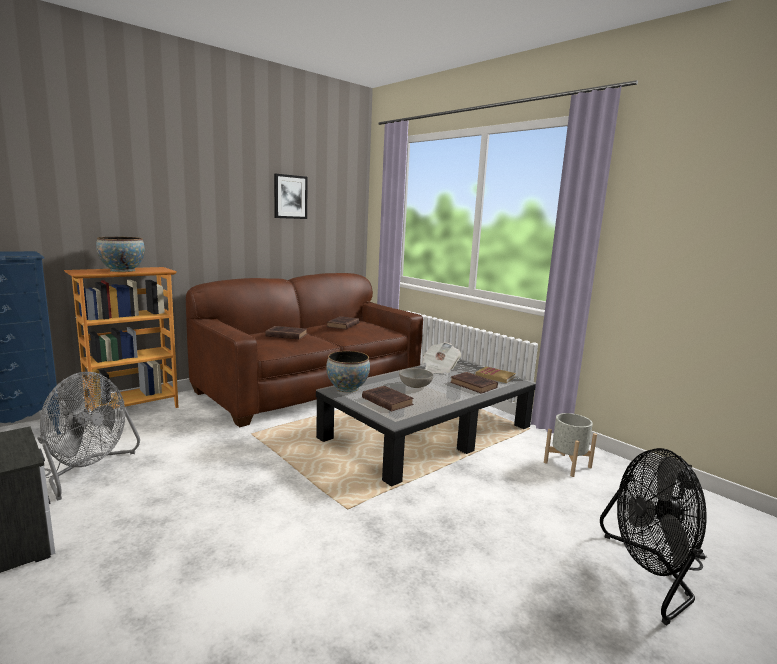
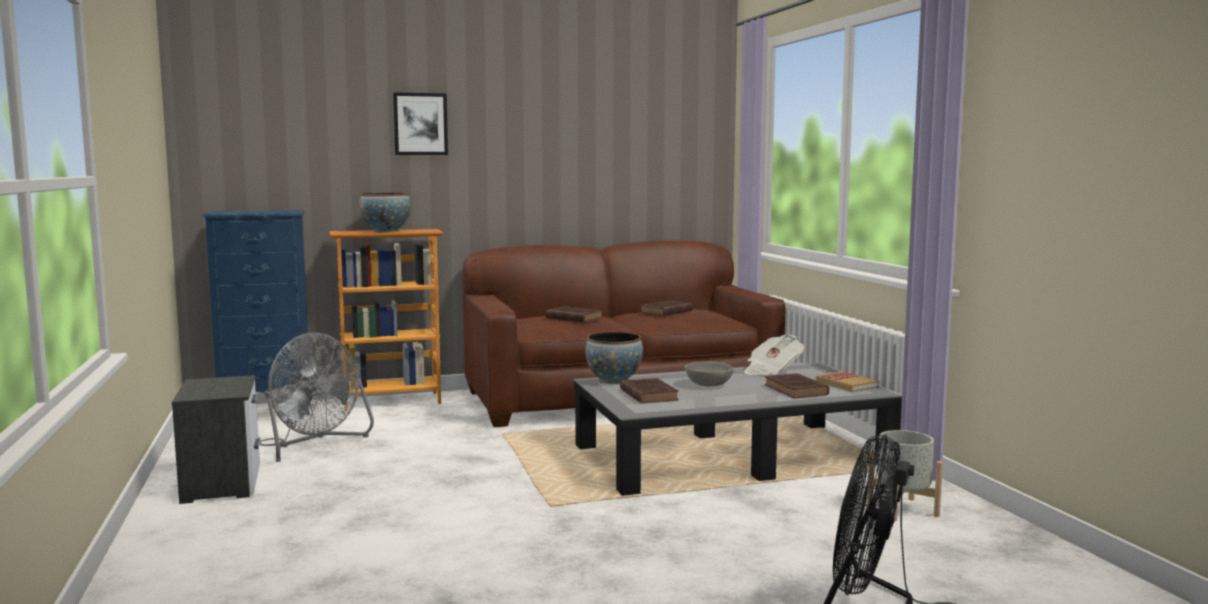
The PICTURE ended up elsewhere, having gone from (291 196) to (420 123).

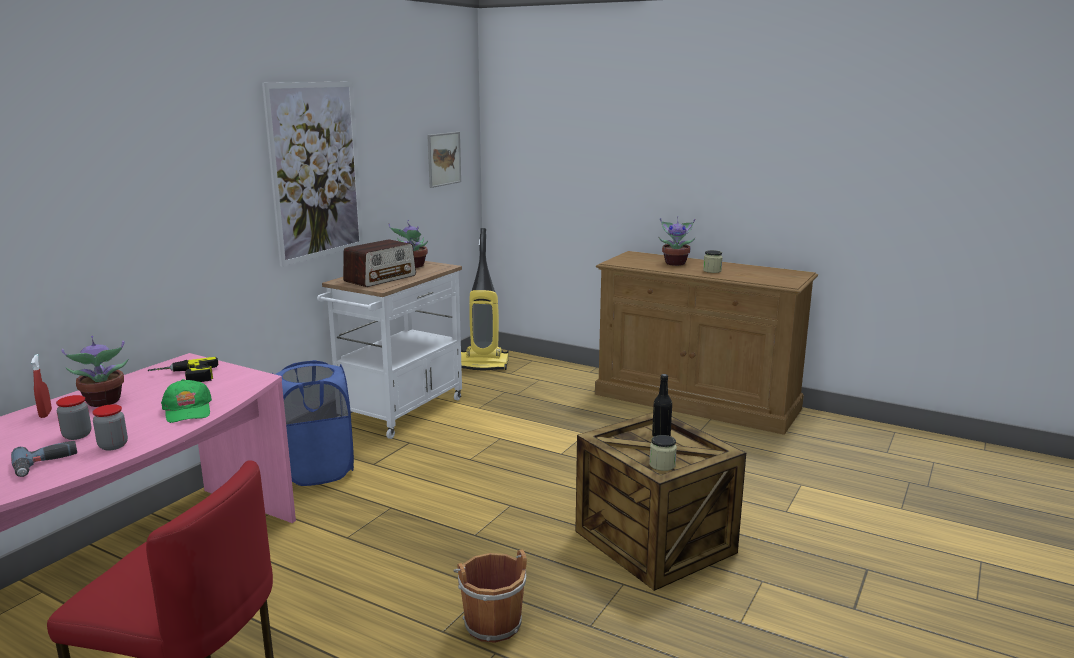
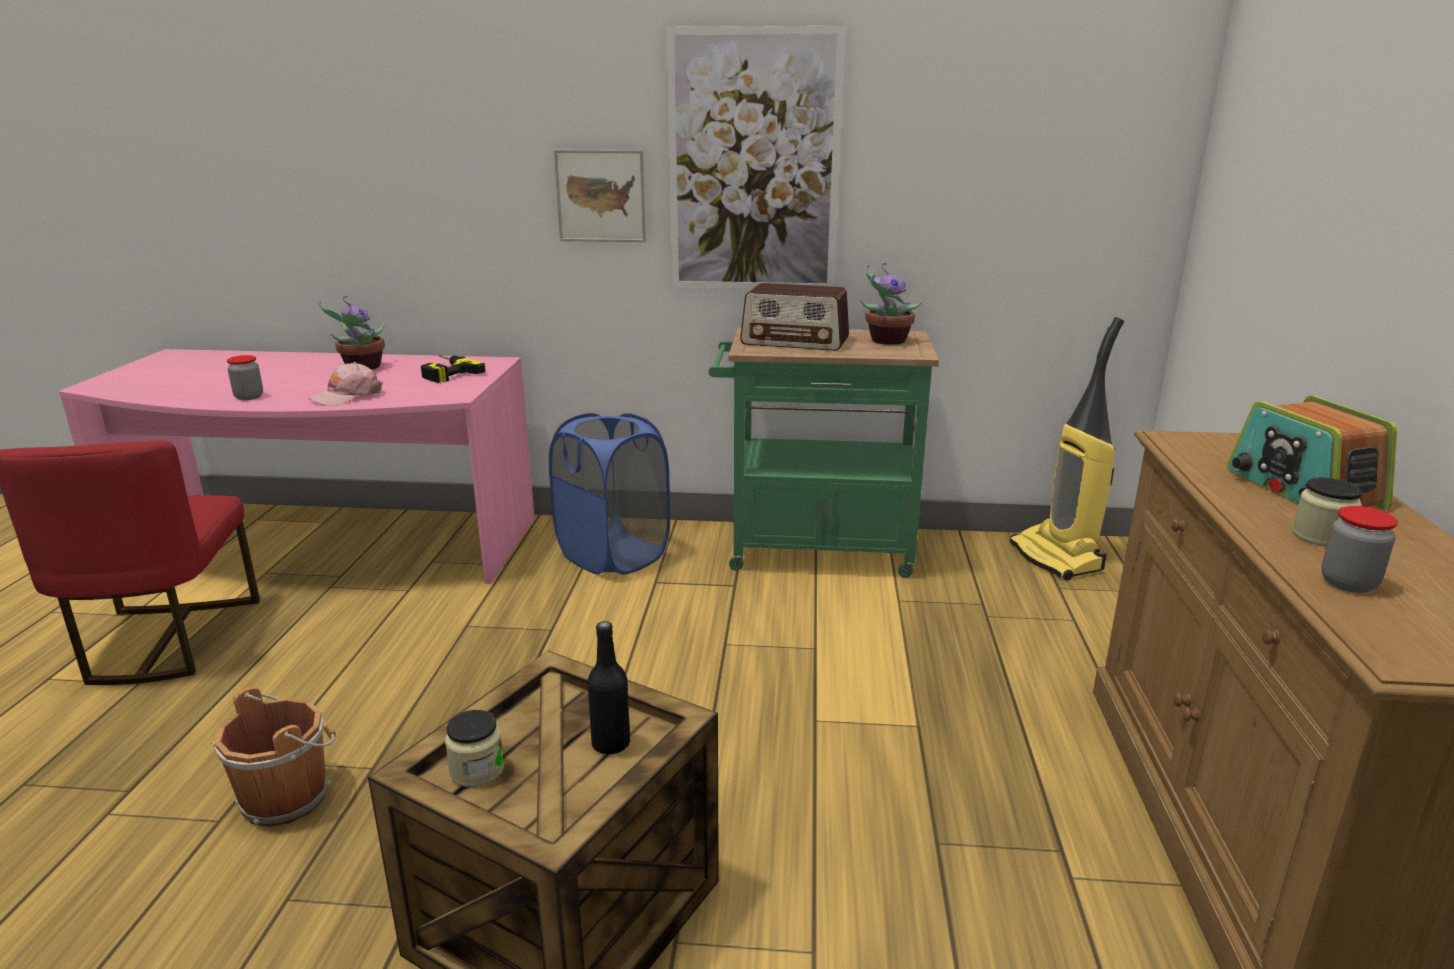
What was the GREEN CAP at (186 401) turned into the PINK CAP at (345 384).
The PICTURE ended up elsewhere, having gone from (444 160) to (600 196).
What was the WHITE CART at (389 350) turned into the GREEN CART at (824 452).
Where the POTTED PLANT stood at (676 241), the RADIO came to stand at (1312 453).
The JAR ended up elsewhere, having gone from (73 417) to (1360 549).
The second view lost the POWER DRILL at (44 459).
The second view lost the RED SPRAY BOTTLE at (41 386).

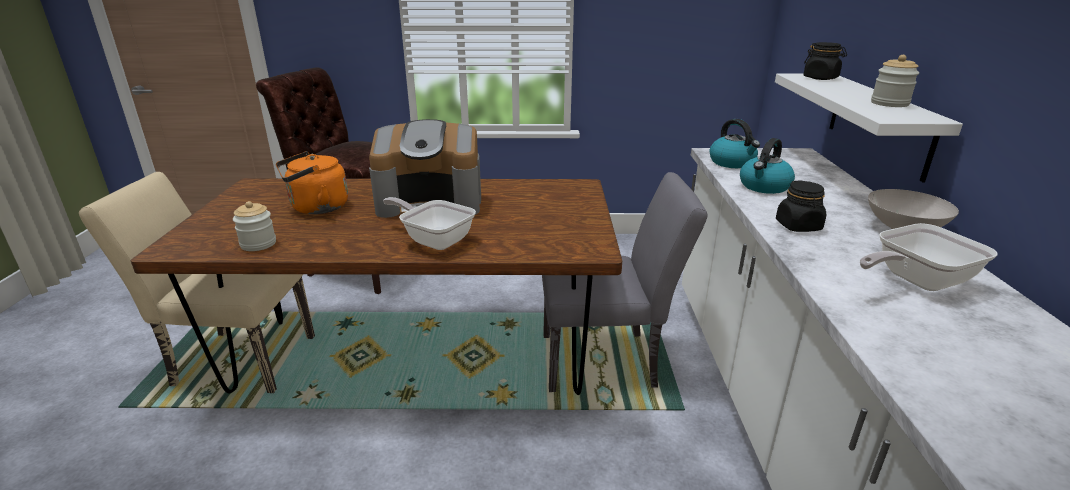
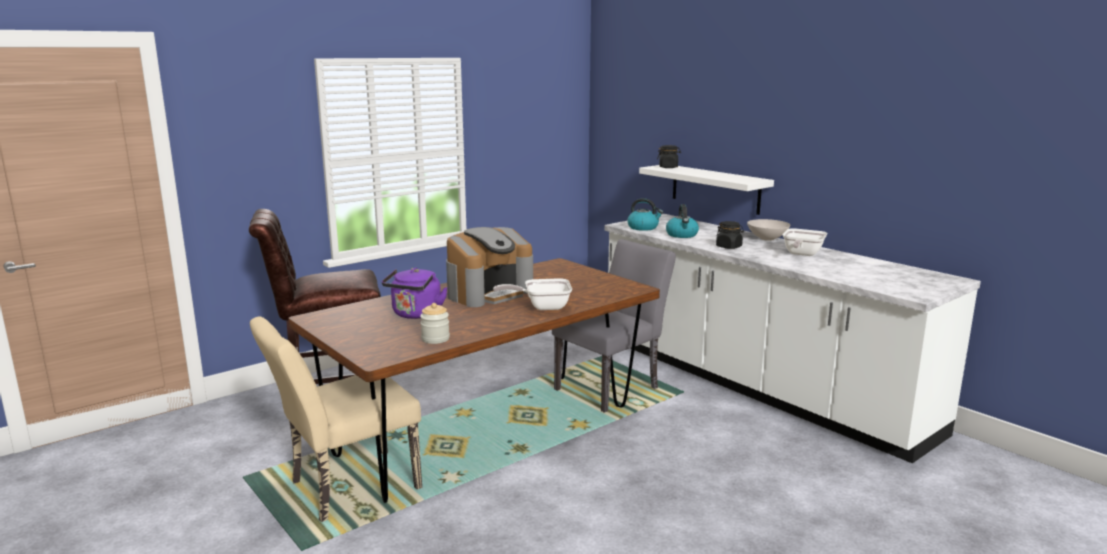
What was the ORANGE KETTLE at (312 182) turned into the PURPLE KETTLE at (415 293).
The second view lost the JAR at (895 81).

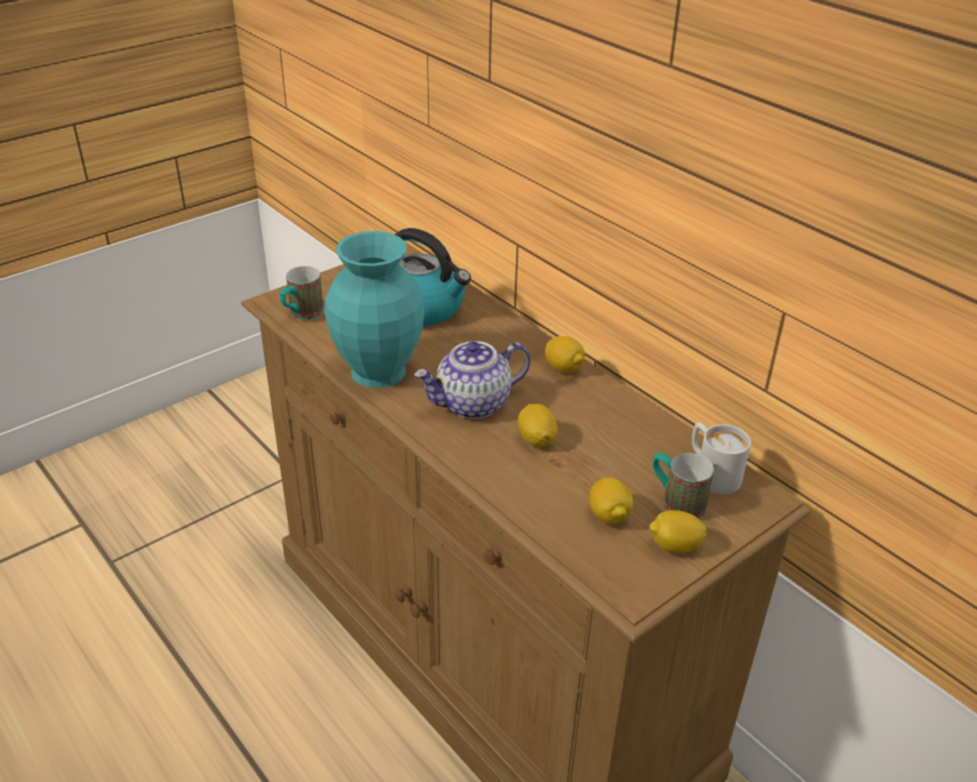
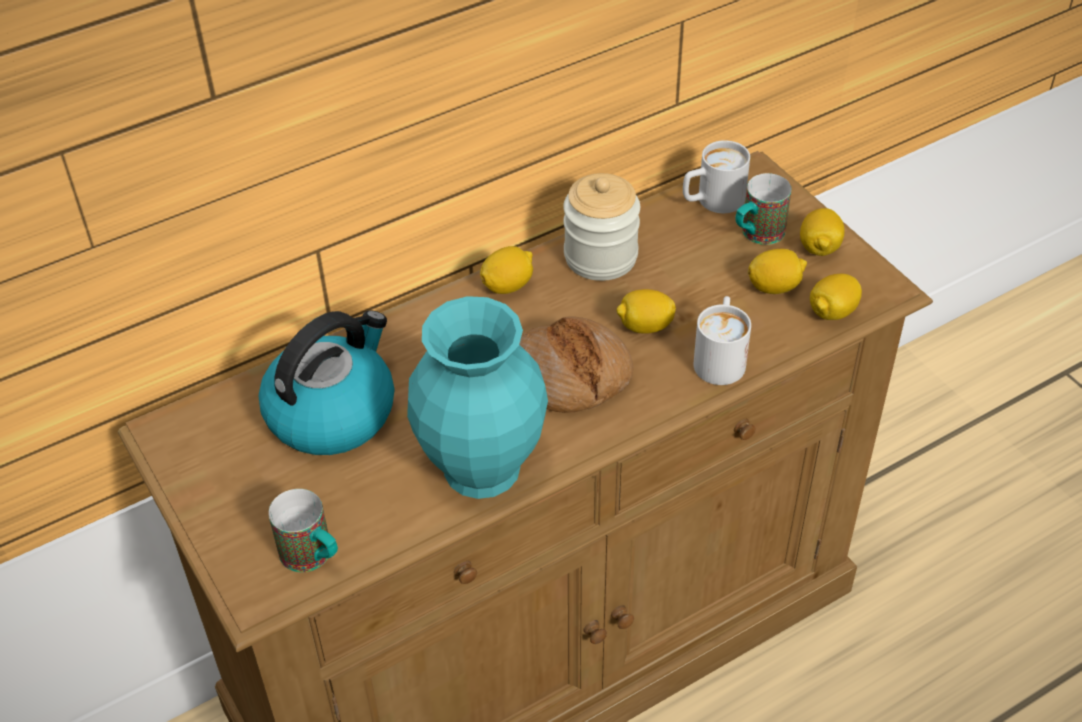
Where the TEAPOT stood at (472 380), the BREAD came to stand at (576 365).
The second view gained the JAR at (601 227).
The second view gained the WHITE MUG at (722 340).
The second view gained the LEMON at (836 297).

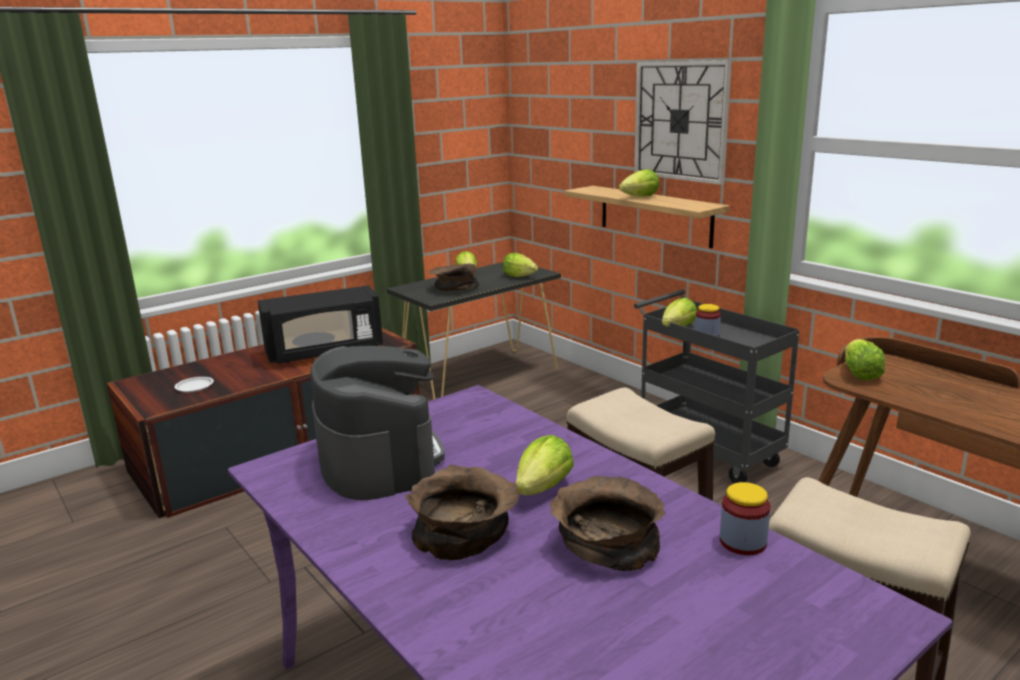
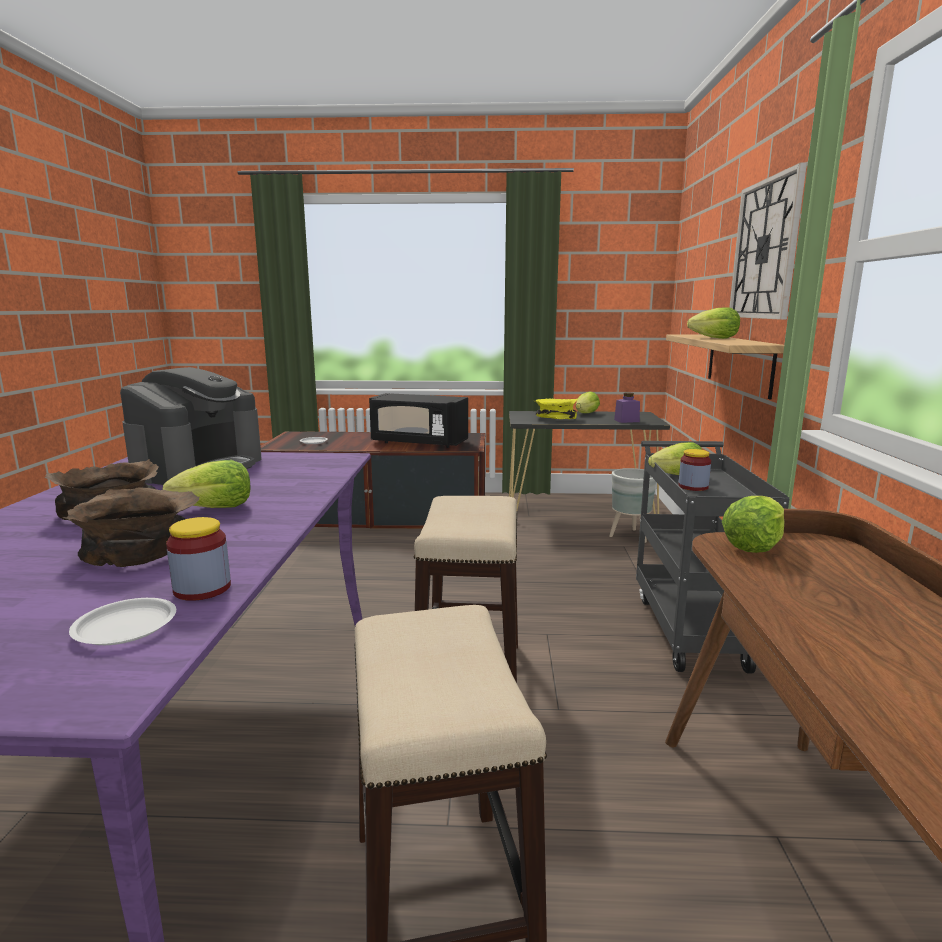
The second view gained the WHITE PLATE at (122 621).
What was the BROWN BOWL at (454 277) turned into the YELLOW BOWL at (556 409).
The second view gained the GREY PLANTER at (632 505).
Where the LETTUCE stood at (520 265), the PURPLE JAR came to stand at (627 407).

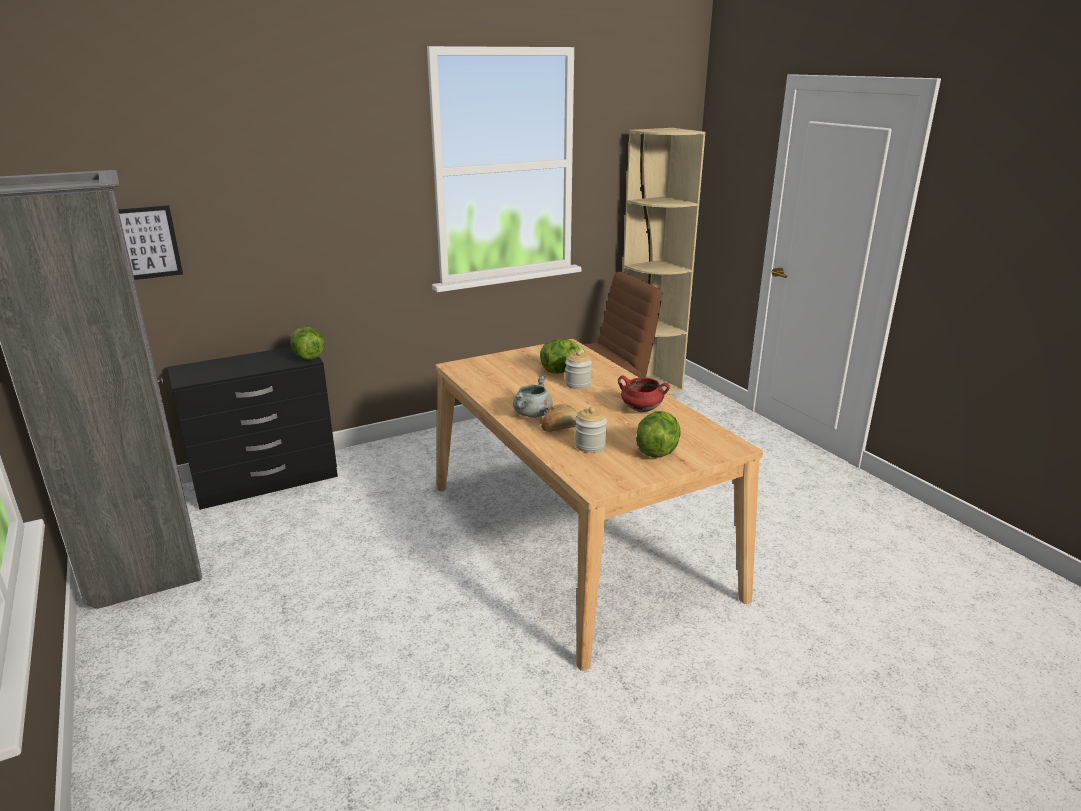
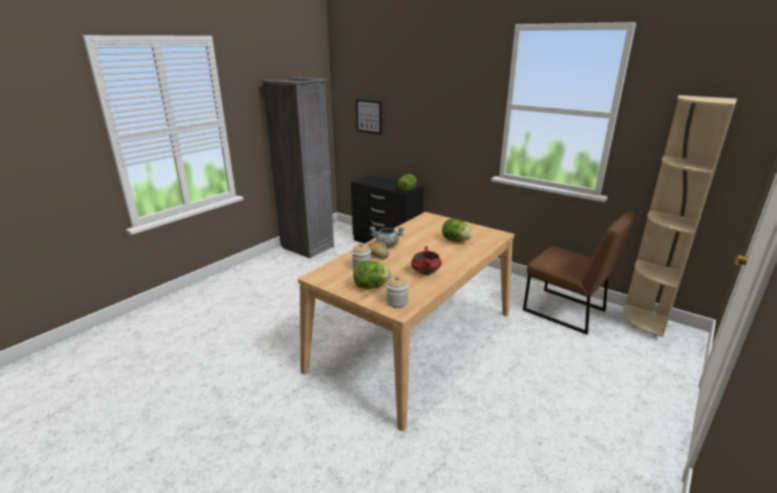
The JAR ended up elsewhere, having gone from (578 370) to (397 292).

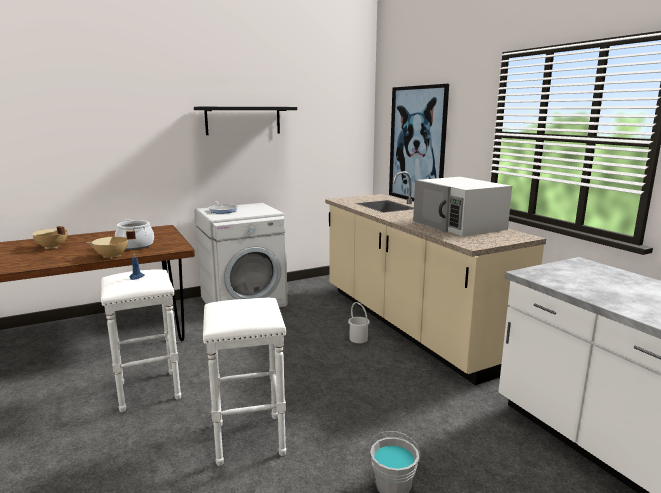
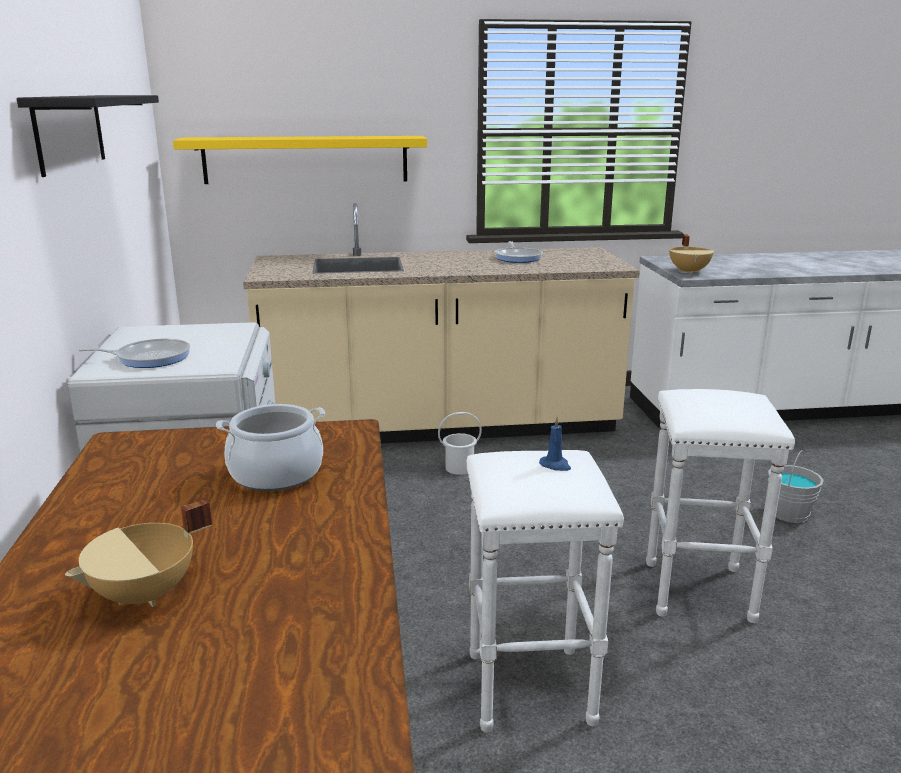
Where the PICTURE hung at (419 142), the YELLOW SHELF came to hang at (300 160).
Where the WHITE MICROWAVE stood at (462 206), the FRYING PAN came to stand at (519 252).
The BEIGE COOKING POT ended up elsewhere, having gone from (111 245) to (691 254).

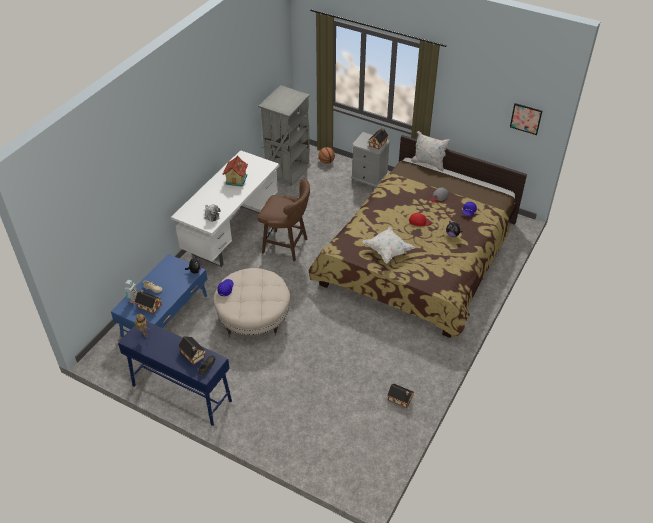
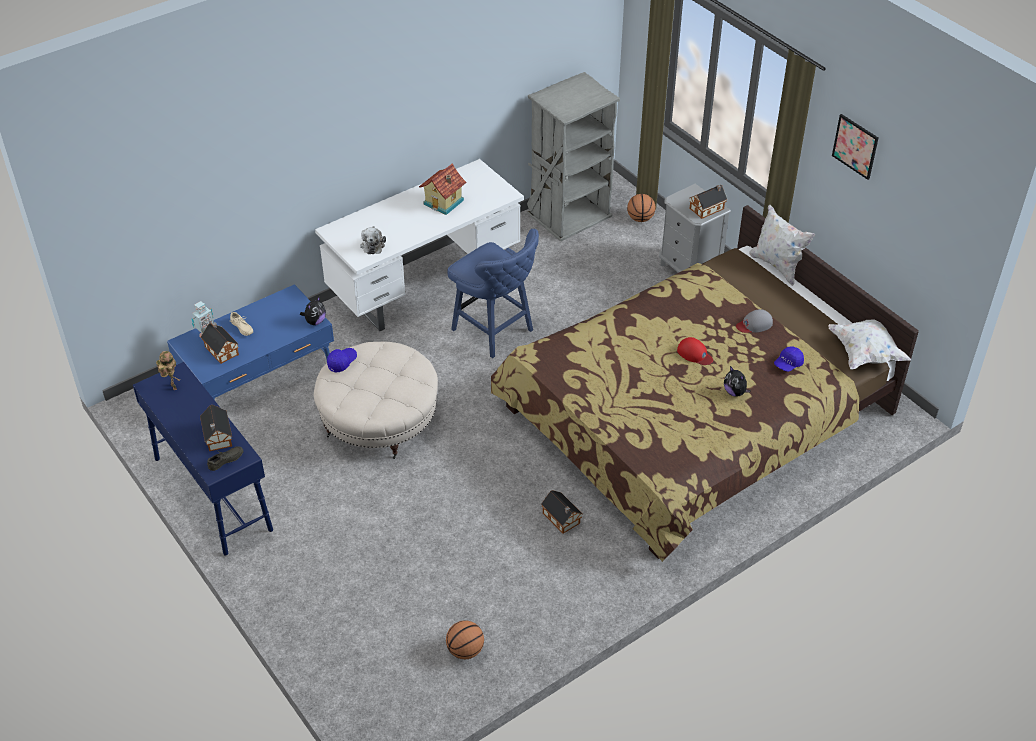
The second view gained the BASKETBALL at (465 639).
What was the BROWN STOOL at (284 220) turned into the BLUE STOOL at (493 293).
The TOY HOUSE ended up elsewhere, having gone from (401 396) to (561 511).
The WHITE PILLOW ended up elsewhere, having gone from (389 245) to (869 344).
The PICTURE ended up elsewhere, having gone from (526 119) to (855 147).

